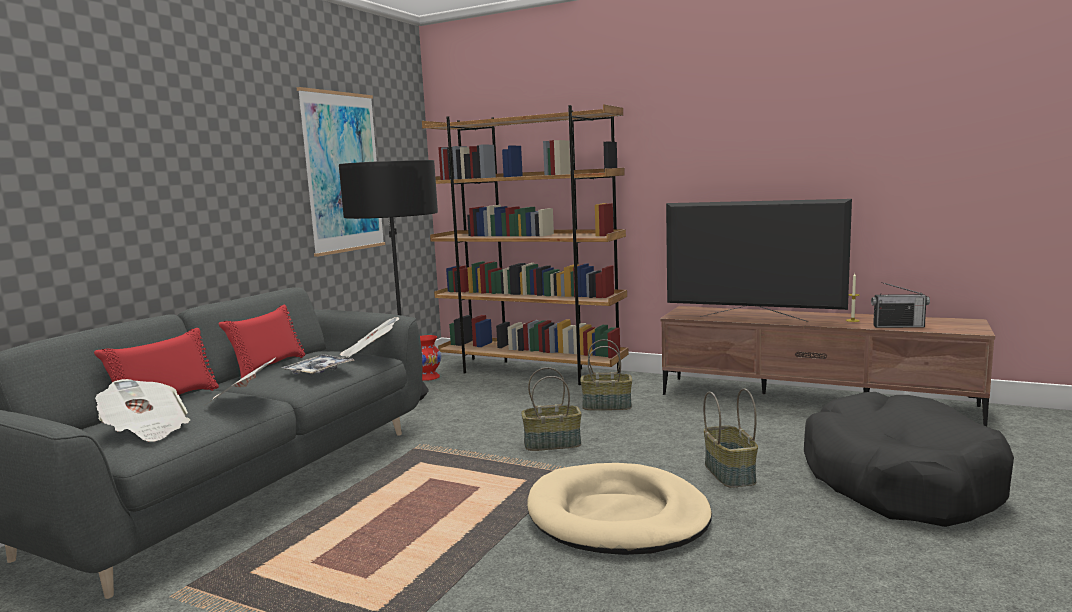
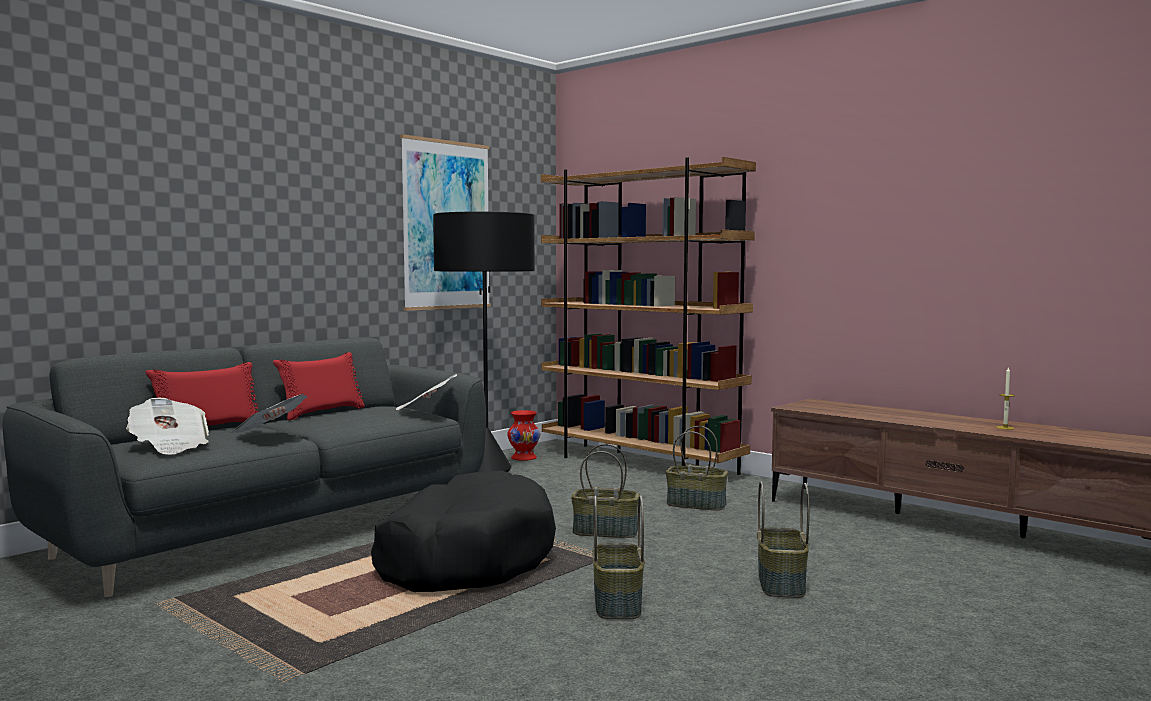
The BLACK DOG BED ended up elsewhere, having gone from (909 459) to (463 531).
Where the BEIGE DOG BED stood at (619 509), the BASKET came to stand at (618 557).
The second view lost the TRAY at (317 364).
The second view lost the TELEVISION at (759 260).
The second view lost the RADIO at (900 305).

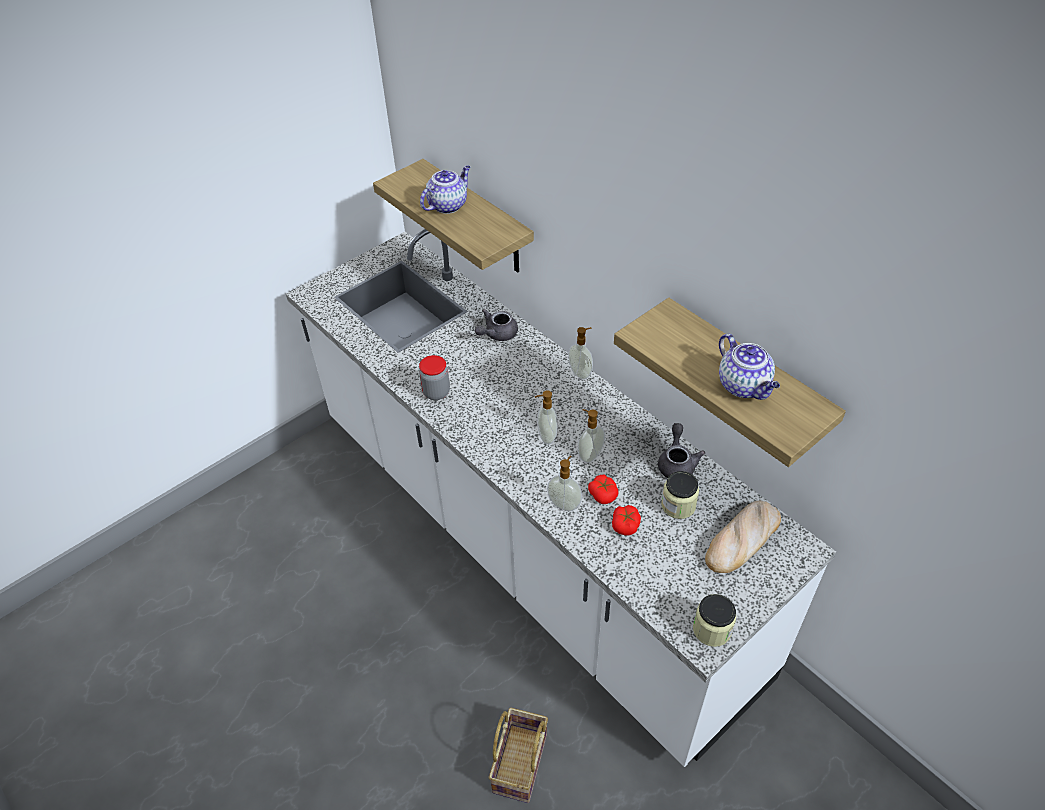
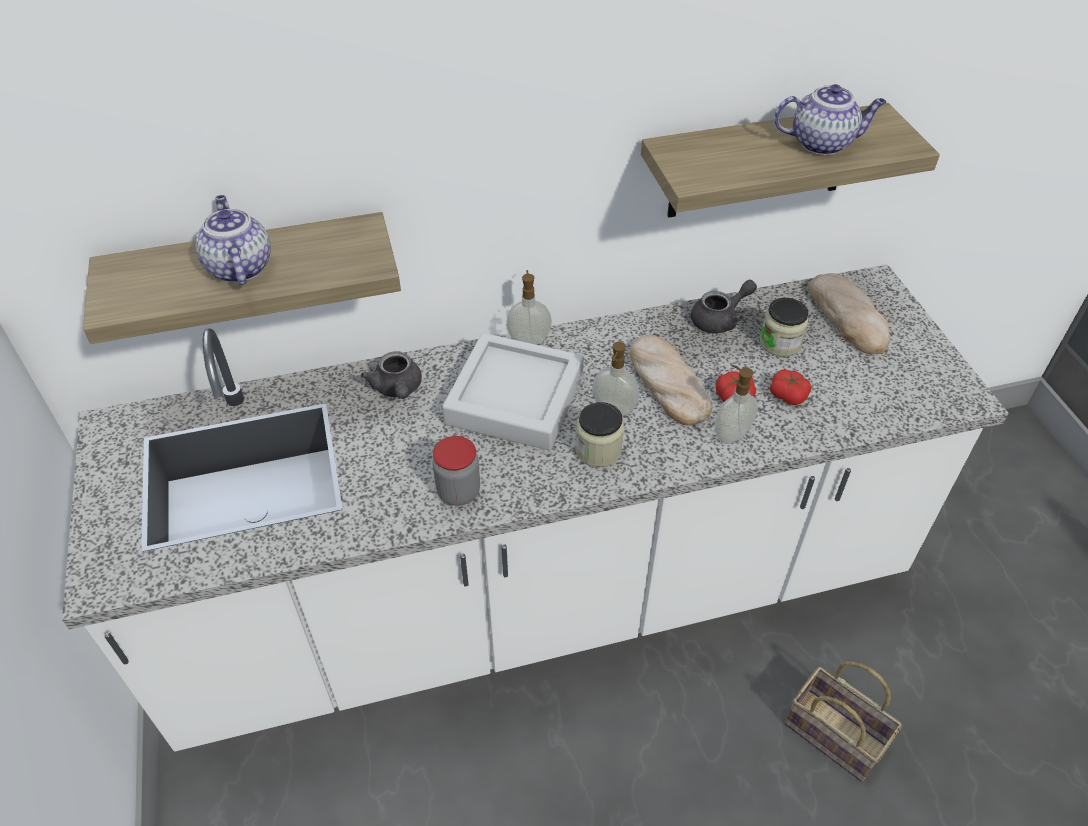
The second view gained the GREY TRAY at (513 391).
The JAR ended up elsewhere, having gone from (714 620) to (600 434).
Where the SOAP DISPENSER stood at (591 436), the BREAD came to stand at (671 380).
The GREY TEAPOT at (681 450) ended up facing another way, 120 degrees clockwise from before.

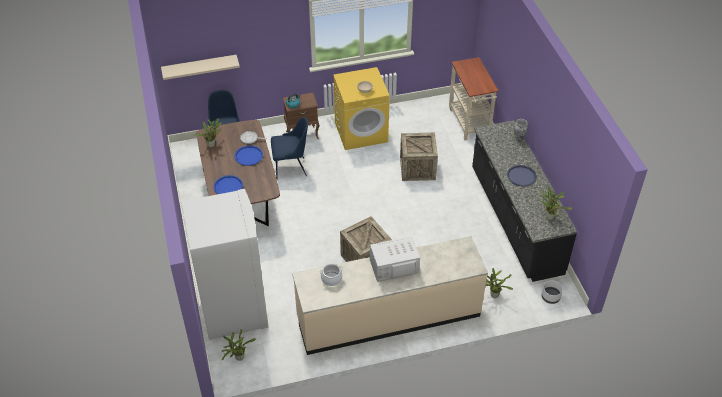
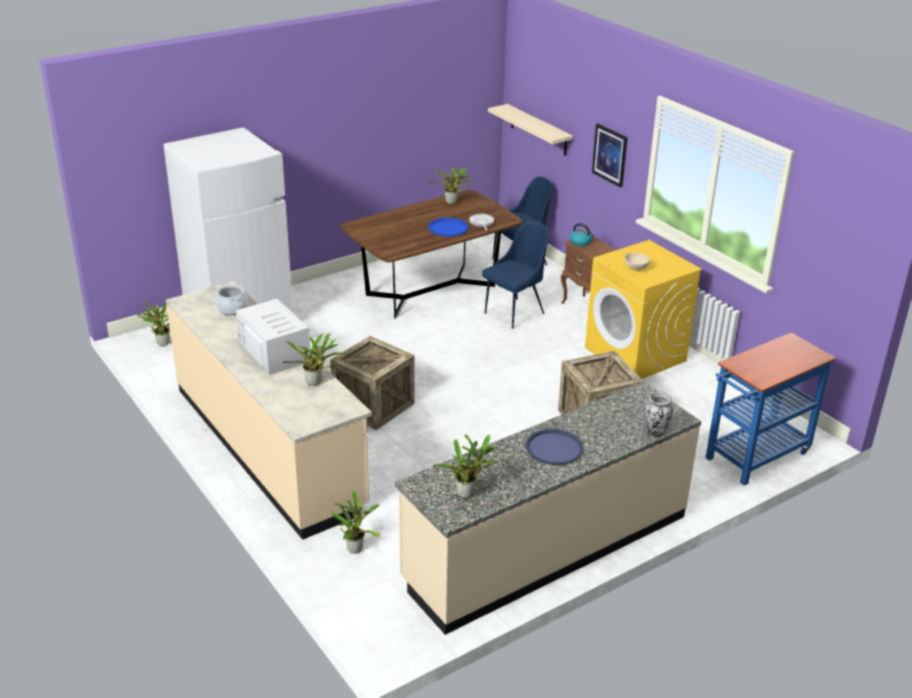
The second view gained the POTTED PLANT at (315 360).
What was the BLACK COUNTER at (524 201) turned into the BEIGE COUNTER at (548 508).
The BLUE CHAIR at (289 148) ended up facing another way, 105 degrees counterclockwise from before.
The second view gained the PICTURE at (610 155).
What was the BEIGE CART at (473 98) turned into the BLUE CART at (770 409).
The second view lost the BLUE TRAY at (228 184).
The second view lost the WHITE PLANTER at (552 292).

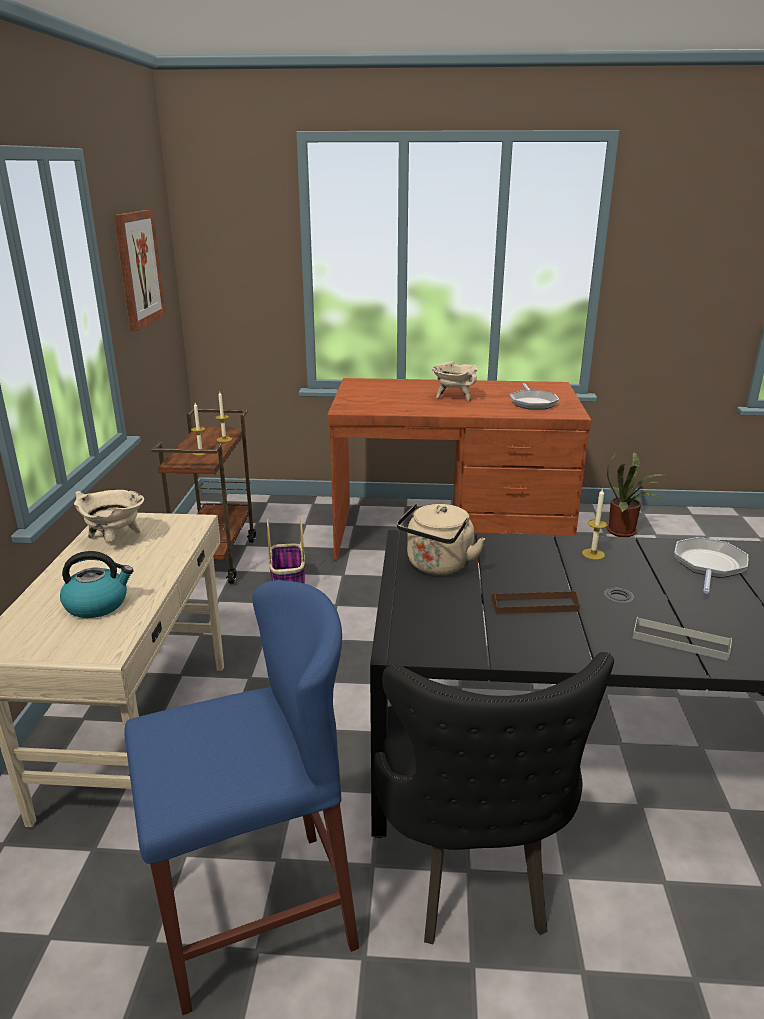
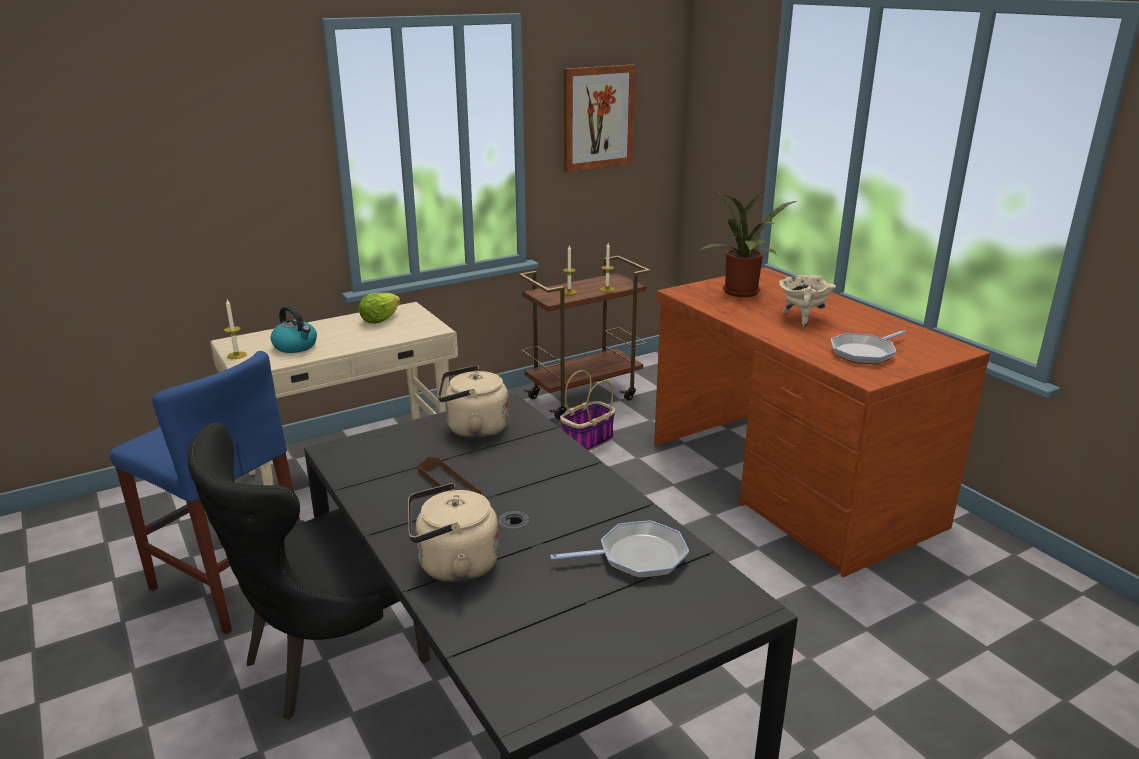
The CANDLE ended up elsewhere, having gone from (595 524) to (235 329).
Where the BEIGE COOKING POT stood at (109 515), the LETTUCE came to stand at (380 308).
Where the GREY TRAY stood at (682 639), the BEIGE KETTLE came to stand at (453 533).
The POTTED PLANT ended up elsewhere, having gone from (634 494) to (749 243).

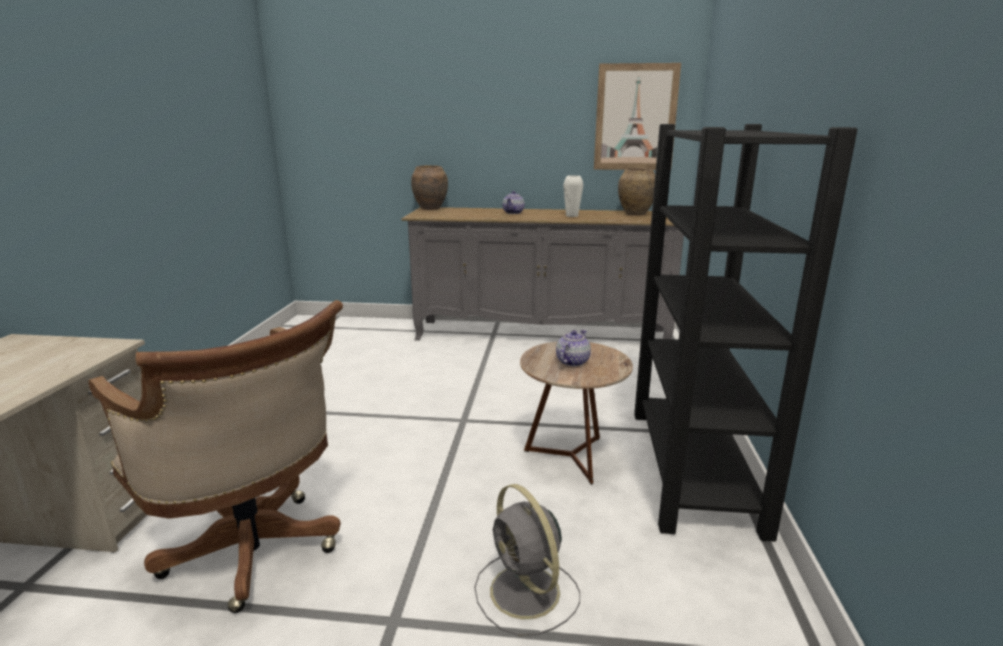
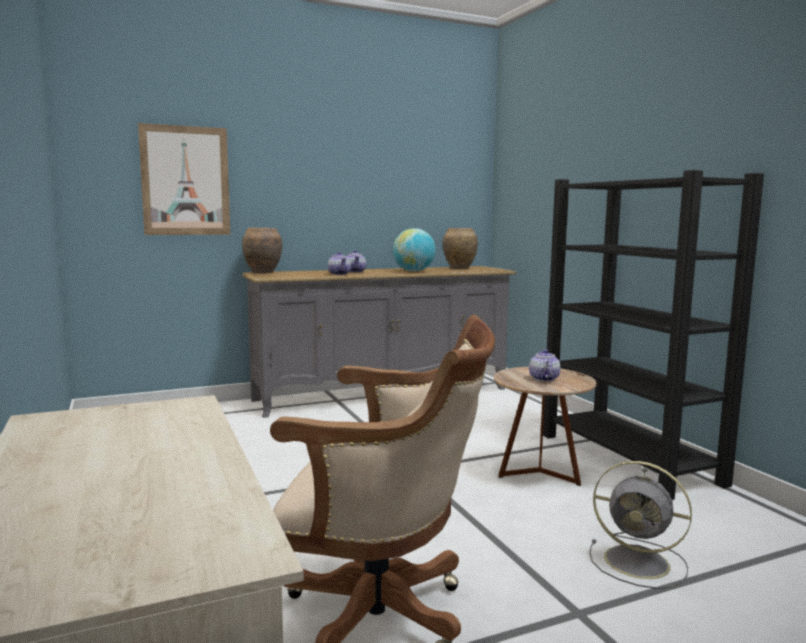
The PICTURE ended up elsewhere, having gone from (637 116) to (184 179).
The second view gained the TEAPOT at (339 263).
Where the WHITE VASE stood at (573 196), the GLOBE came to stand at (414 250).

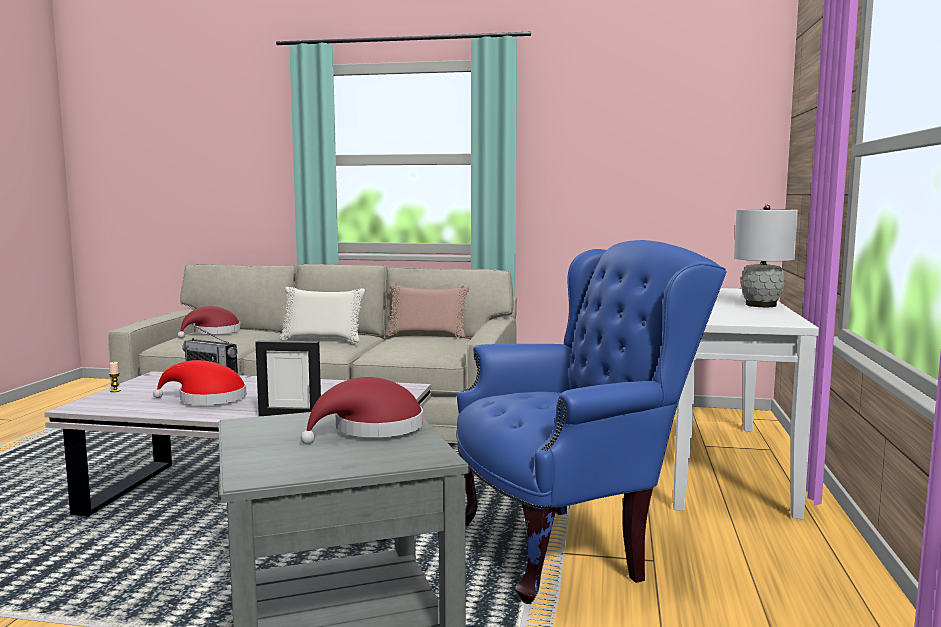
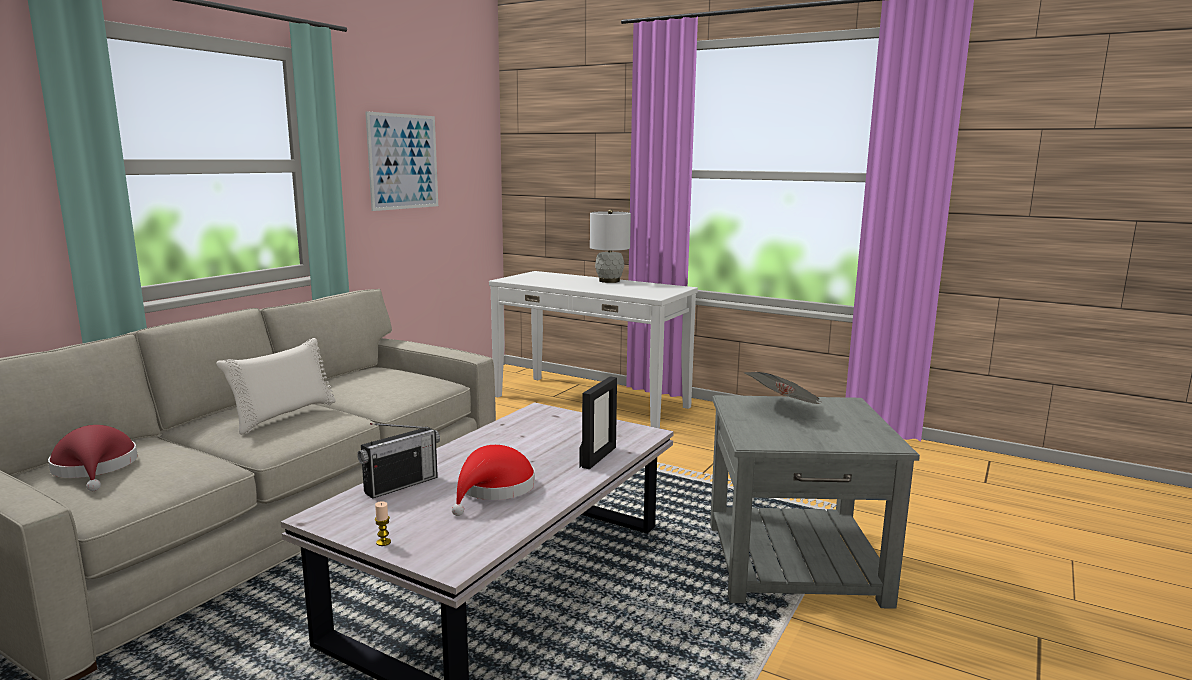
The second view gained the PICTURE at (401 161).
Where the RED HAT stood at (362 410), the NEWSPAPER came to stand at (782 388).
The second view lost the BEIGE PILLOW at (427 311).
The second view lost the BLUE ARMCHAIR at (591 422).

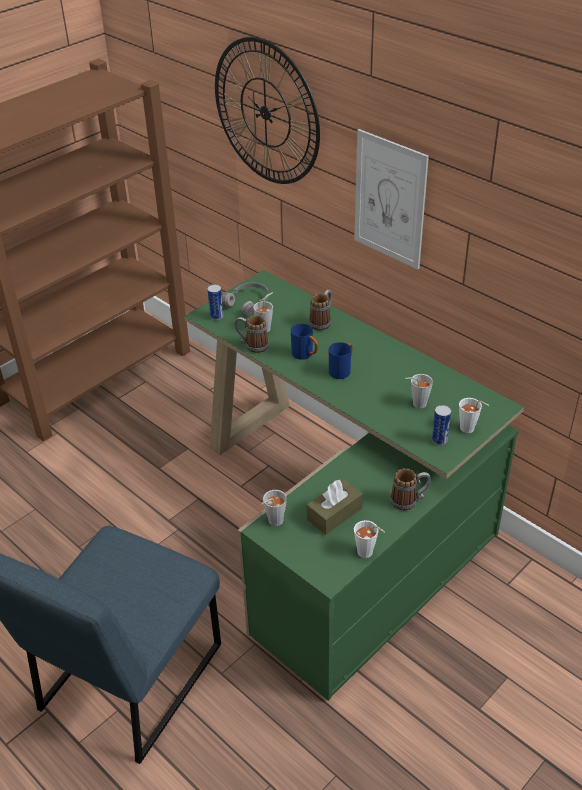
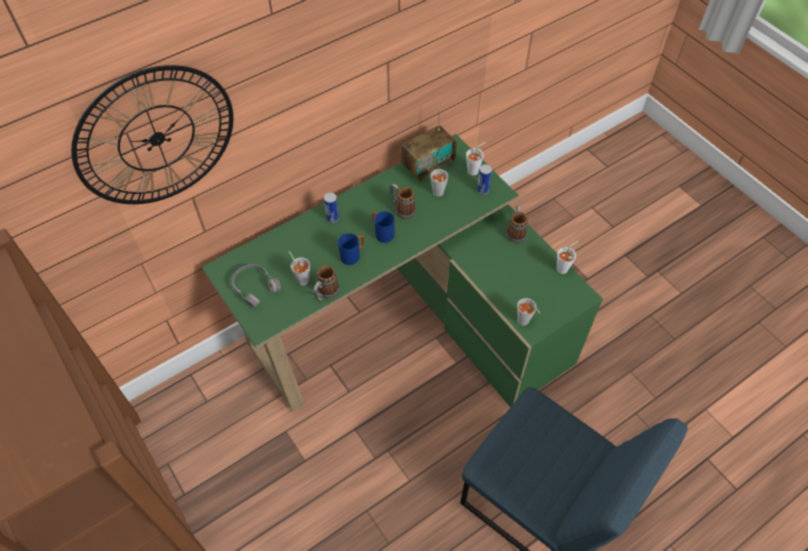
The CAN ended up elsewhere, having gone from (215 302) to (331 207).
The MUG ended up elsewhere, having gone from (320 310) to (403 201).
The second view gained the RADIO at (429 145).
The second view lost the BROWN TISSUE BOX at (335 507).
The second view lost the PICTURE at (391 199).

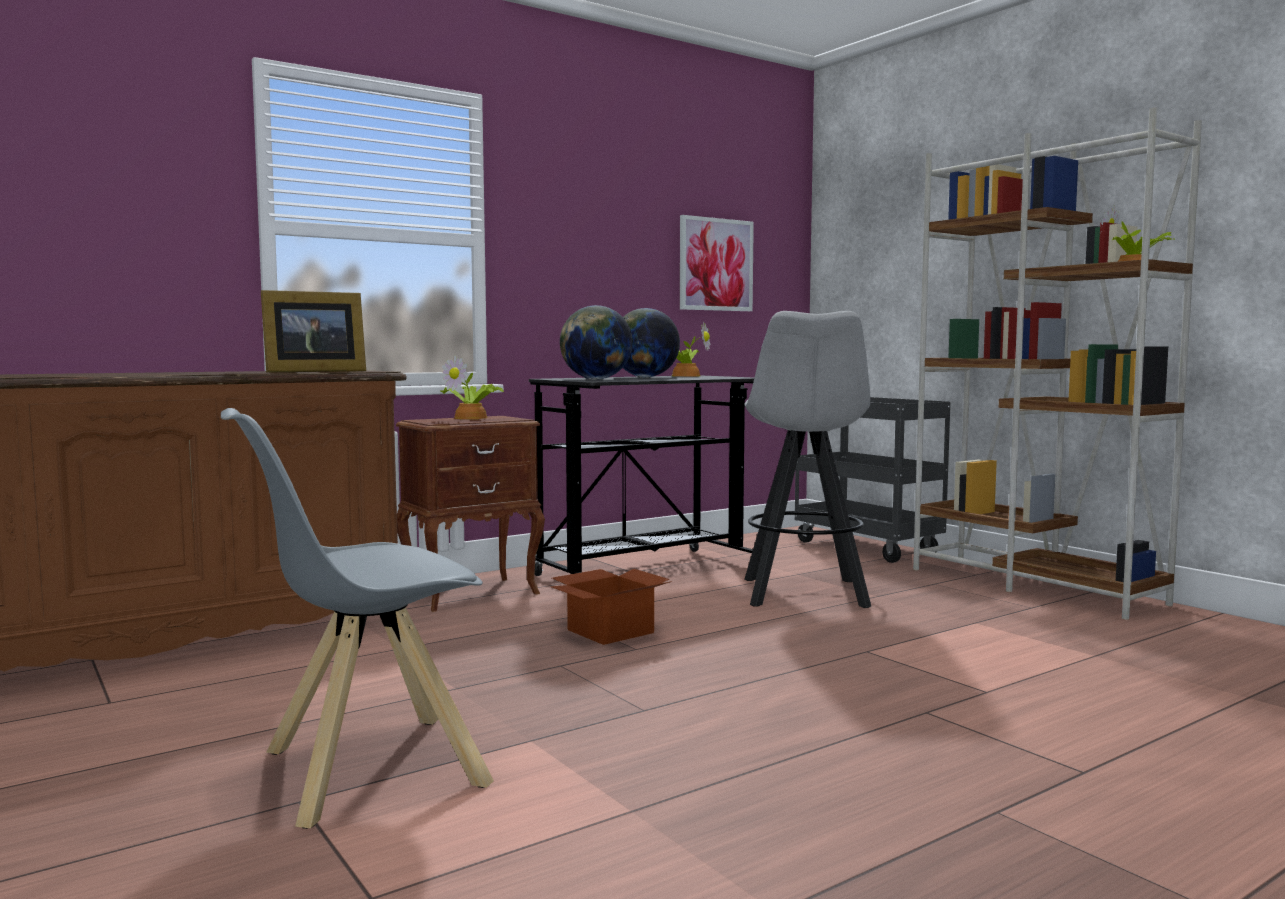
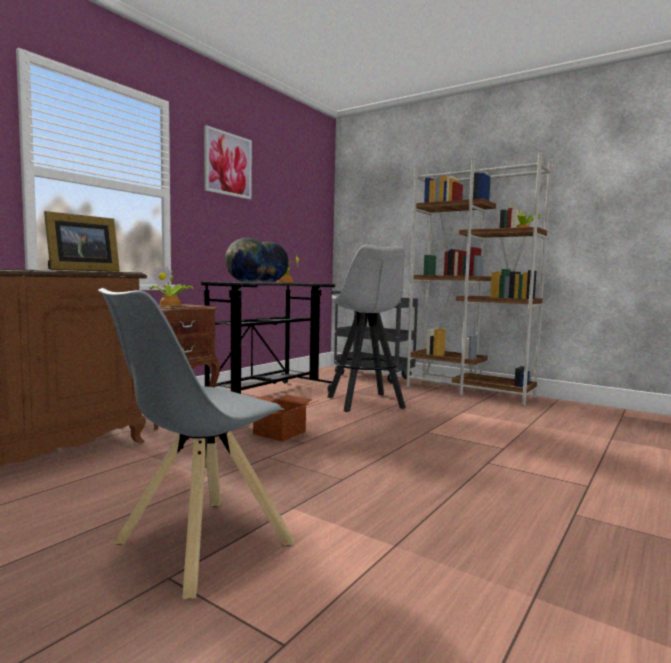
The PICTURE ended up elsewhere, having gone from (717 263) to (228 162).

